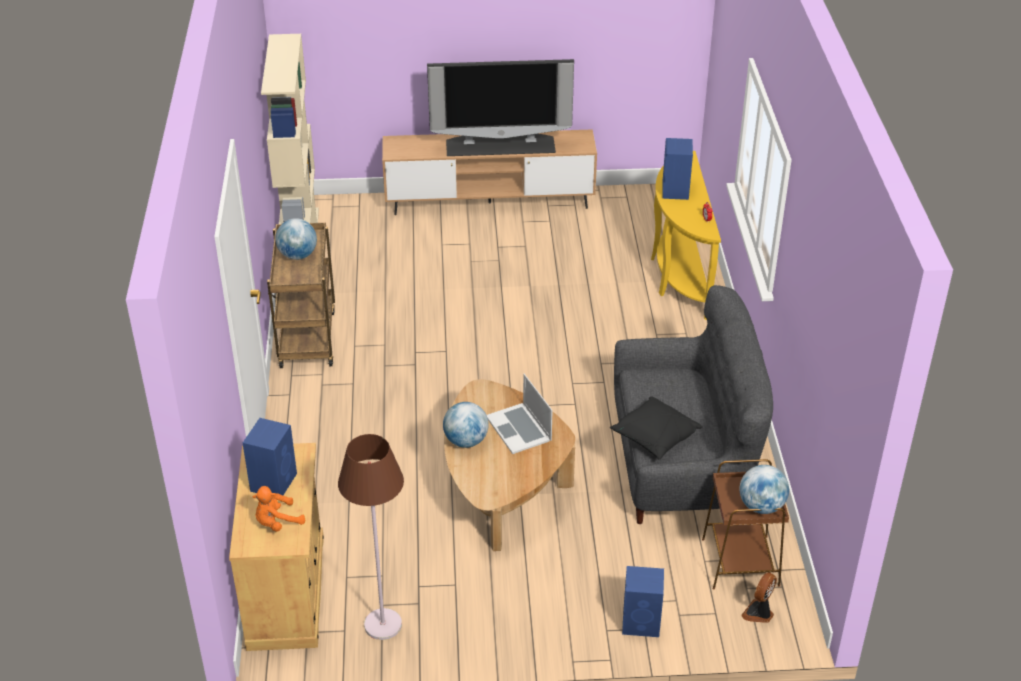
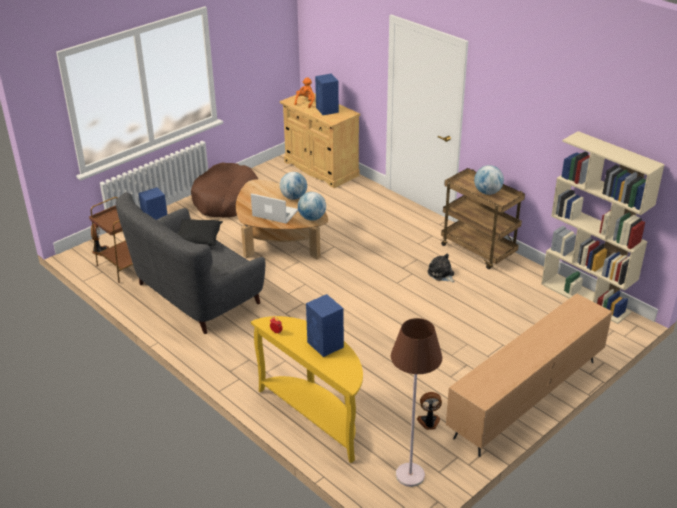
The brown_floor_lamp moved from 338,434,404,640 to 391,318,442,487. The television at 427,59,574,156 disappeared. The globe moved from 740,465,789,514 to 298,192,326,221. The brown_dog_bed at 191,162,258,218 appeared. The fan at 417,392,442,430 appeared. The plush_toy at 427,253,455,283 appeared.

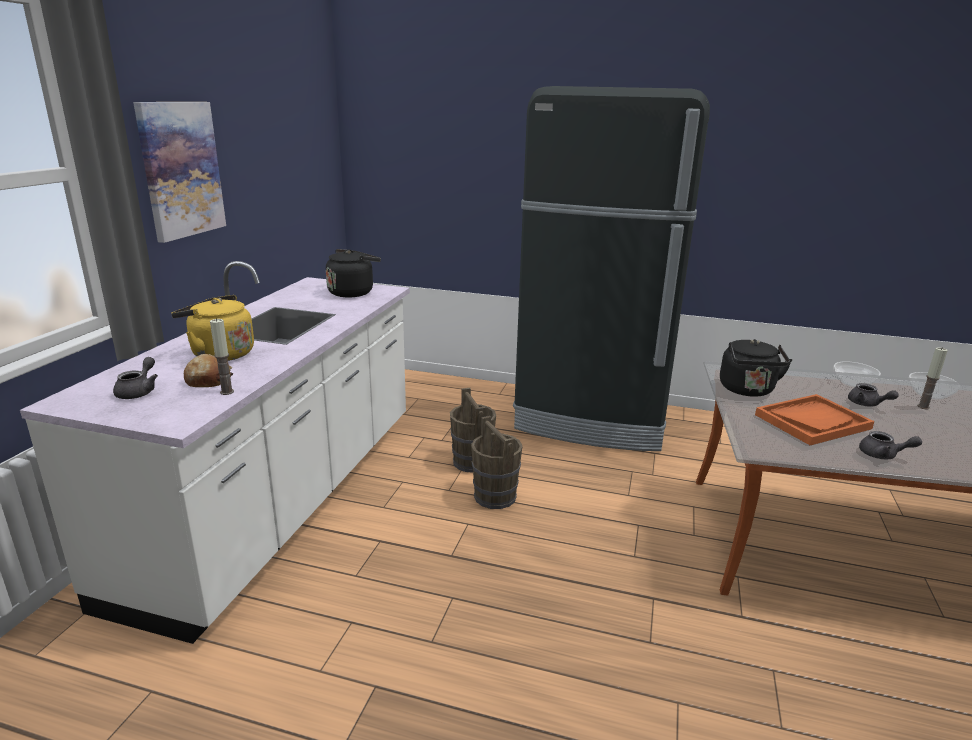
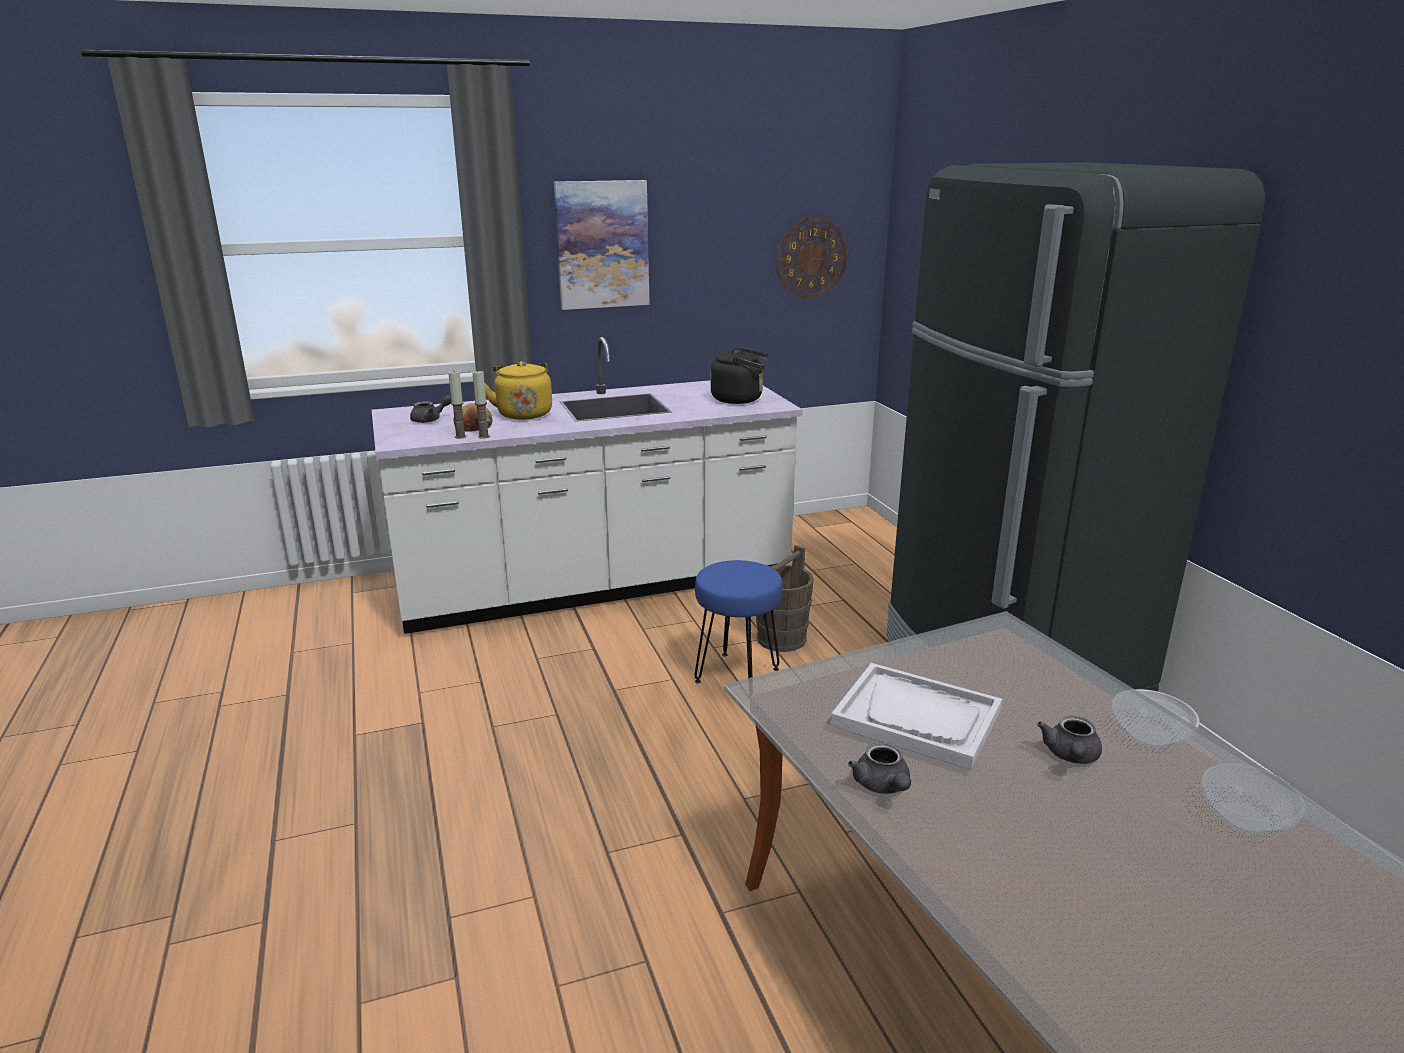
The brown_bucket at 471,416,523,509 was replaced by the blue_stool at 694,560,783,683. The black_kettle at 720,339,792,397 disappeared. The orange_tray at 755,394,875,445 became the white_tray at 831,663,1002,769. The candle moved from 917,347,948,409 to 473,370,490,439. The wall_clock at 776,217,848,298 appeared.

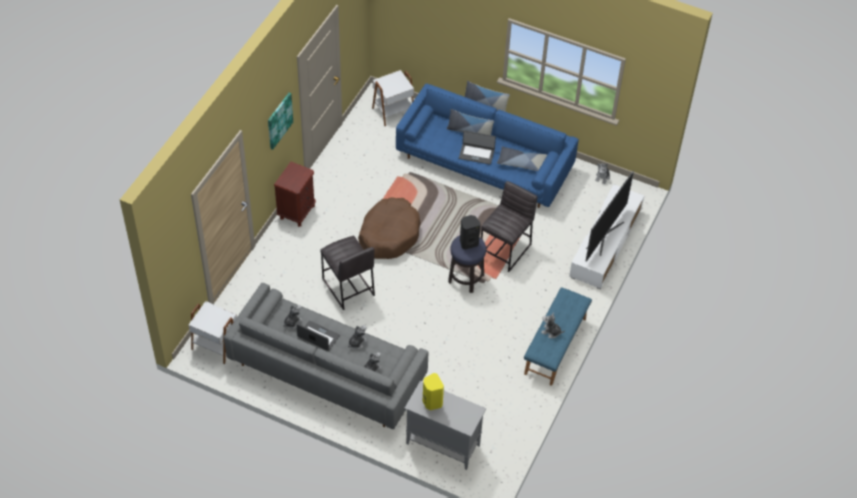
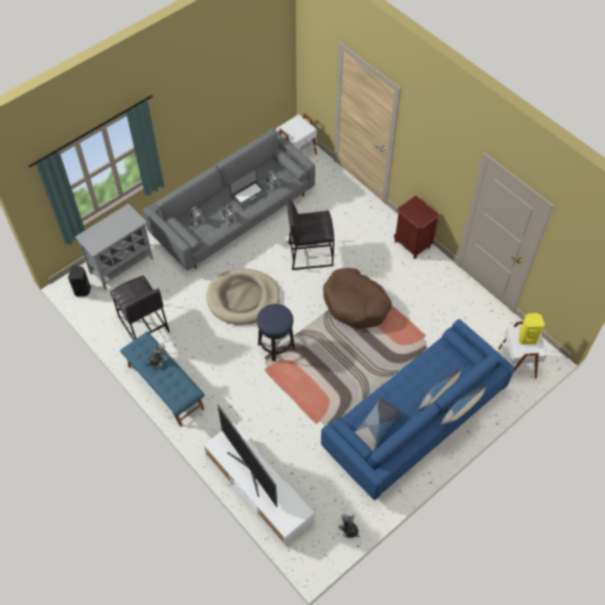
The picture at 268,93,293,150 disappeared. The yellow_speaker moved from 423,373,444,410 to 519,313,545,344. The laptop at 459,131,496,165 disappeared. The black_speaker moved from 460,215,481,250 to 68,265,91,297. The grey_stool moved from 481,181,537,272 to 110,275,170,341. The beige_dog_bed at 206,269,280,325 appeared.

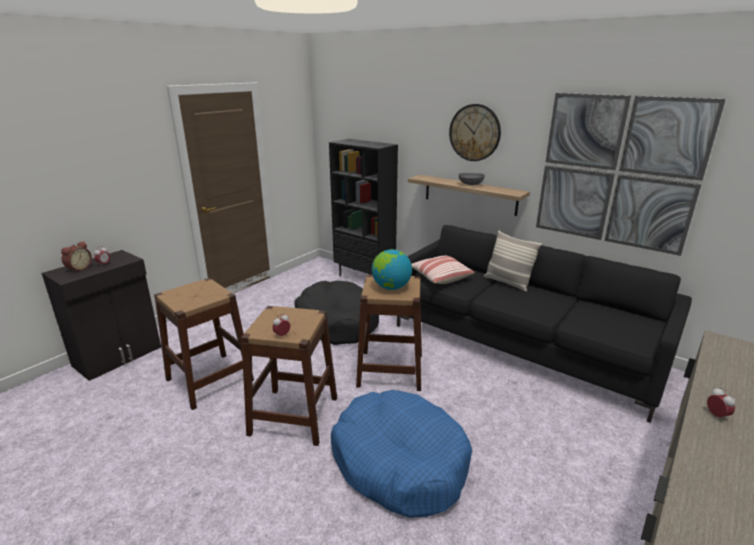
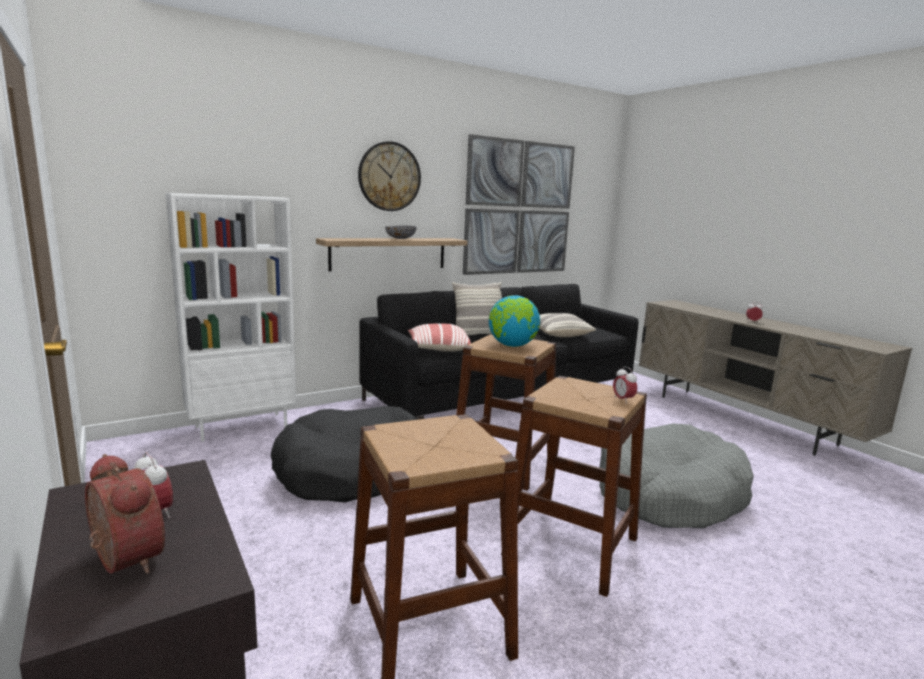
The black_bookcase at 329,139,398,276 became the white_bookcase at 166,193,296,442. The blue_dog_bed at 331,390,472,518 became the grey_dog_bed at 599,423,754,528. The pillow at 539,313,596,337 appeared.

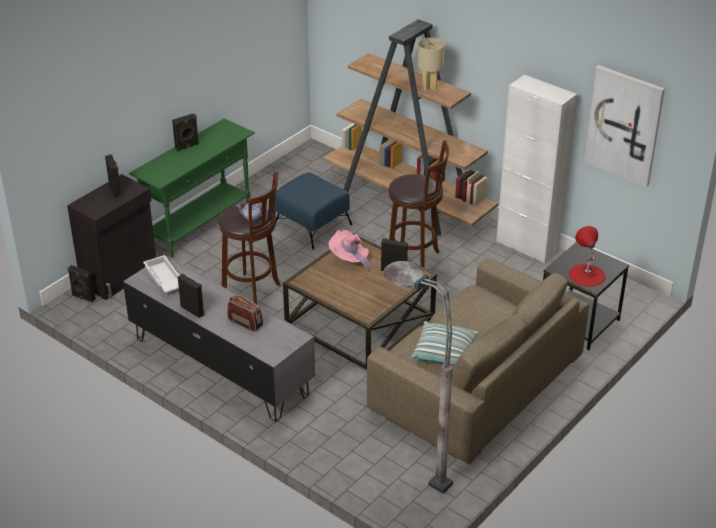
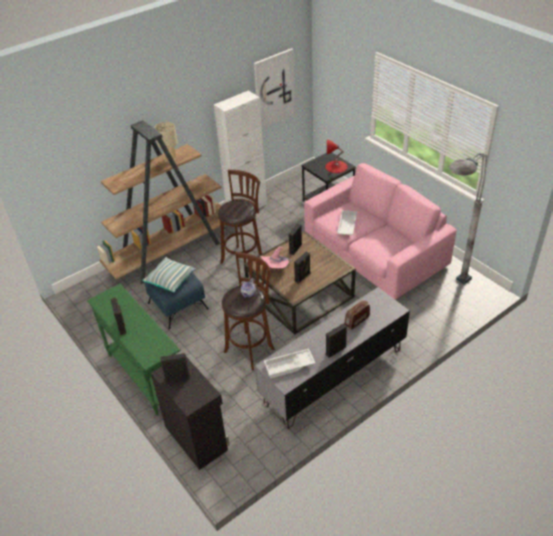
The black_speaker moved from 67,265,96,303 to 294,252,310,284. The brown_sofa at 367,258,589,464 became the pink_sofa at 304,163,456,300. The pillow moved from 412,321,479,365 to 142,257,196,292. The white_tray at 337,210,357,235 appeared.

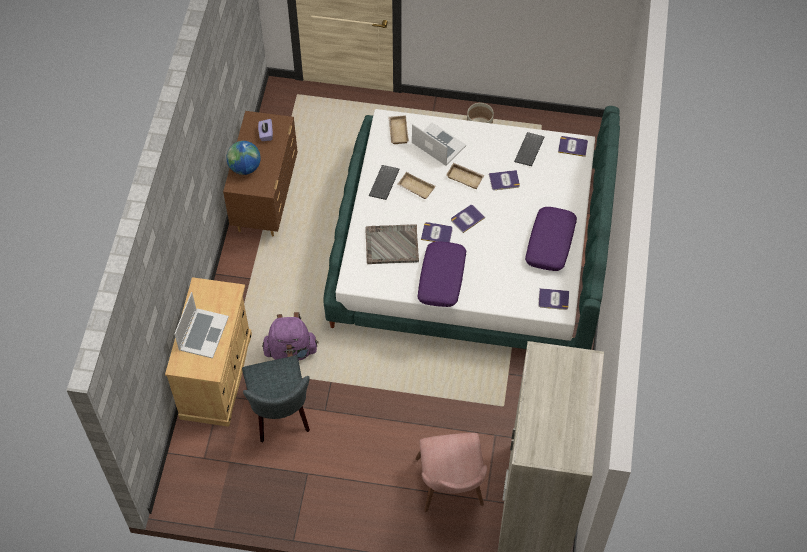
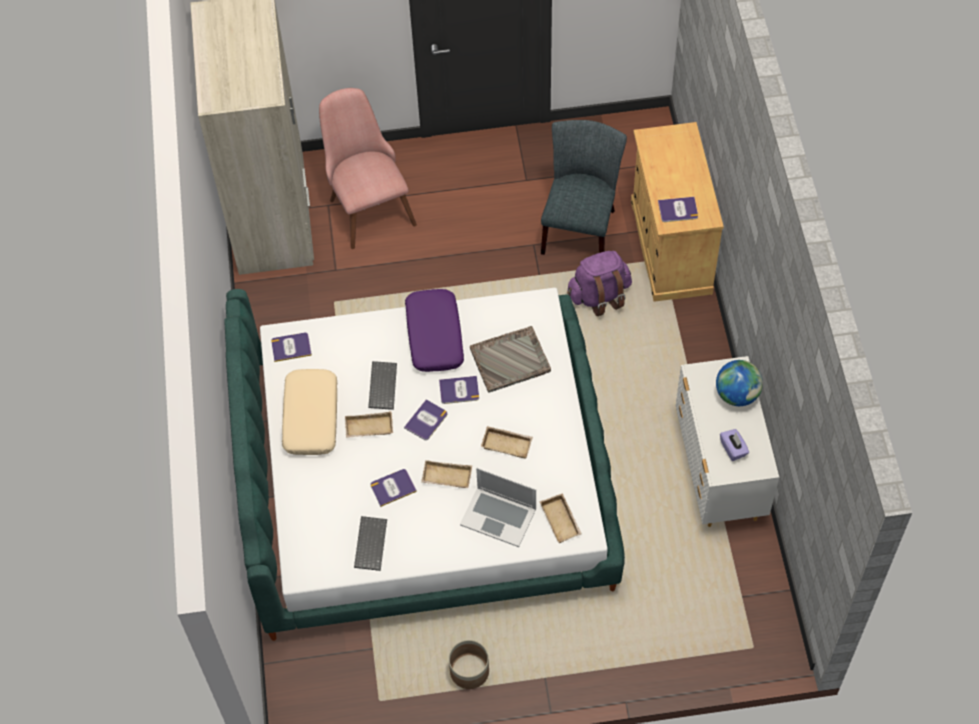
The laptop at 174,292,229,358 disappeared. The brown_dresser at 223,111,298,236 became the white_dresser at 675,356,779,527. The grey_chair at 242,356,310,442 turned 45 degrees clockwise. The keyboard moved from 369,165,400,200 to 368,361,397,410. The purple_pillow at 525,207,577,271 became the beige_pillow at 282,369,337,455. The book moved from 558,136,588,157 to 658,197,698,222. The beige_tray at 345,411,393,438 appeared.

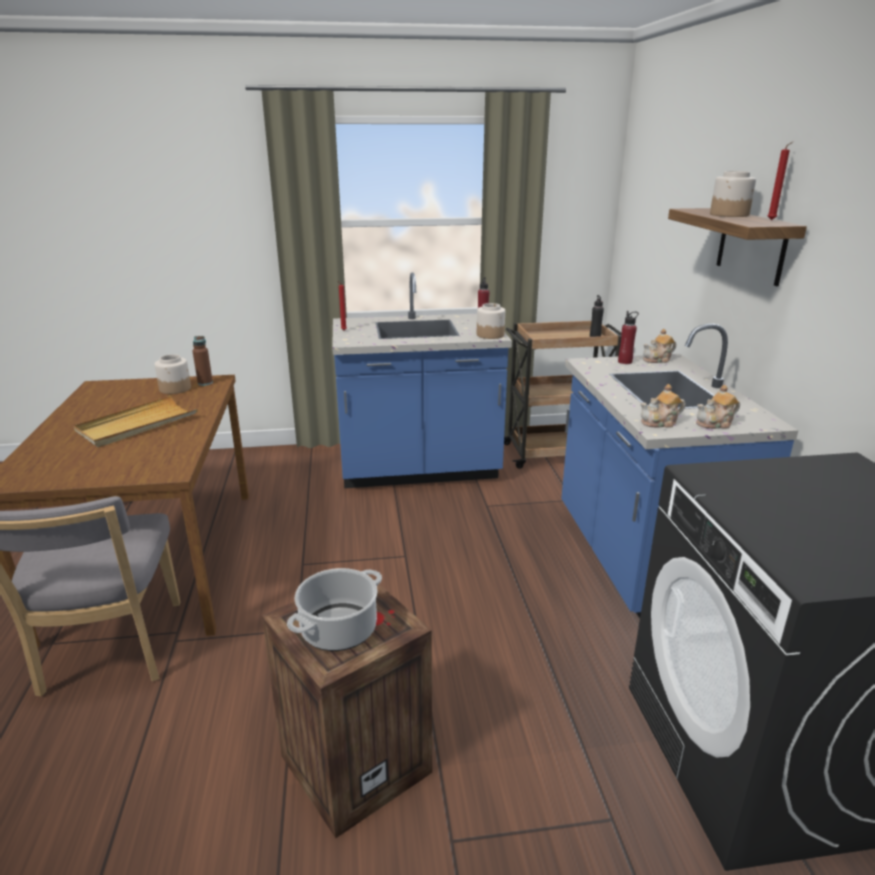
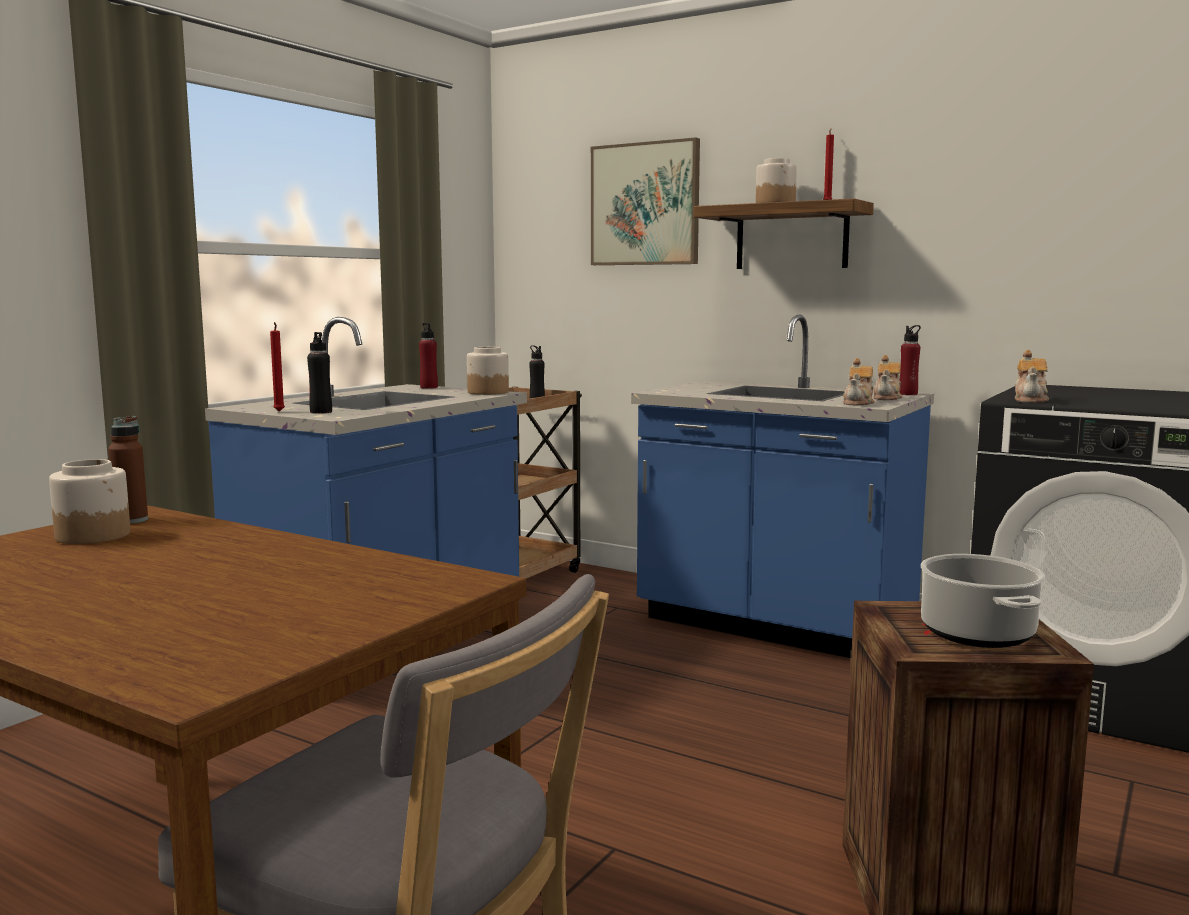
The beige_tray at 73,395,198,447 disappeared. The red_bottle moved from 618,311,639,364 to 899,325,921,395. The teapot moved from 643,329,676,363 to 1015,350,1049,403. The black_bottle at 307,332,332,414 appeared. The picture at 591,137,700,265 appeared.

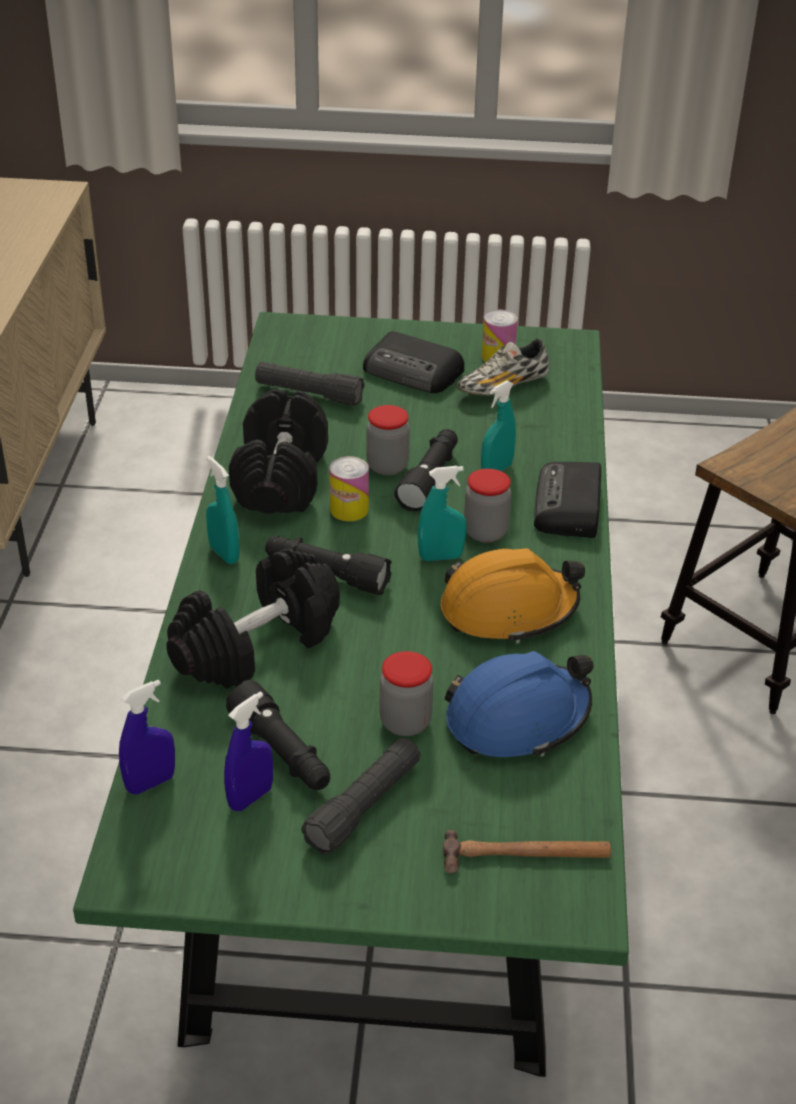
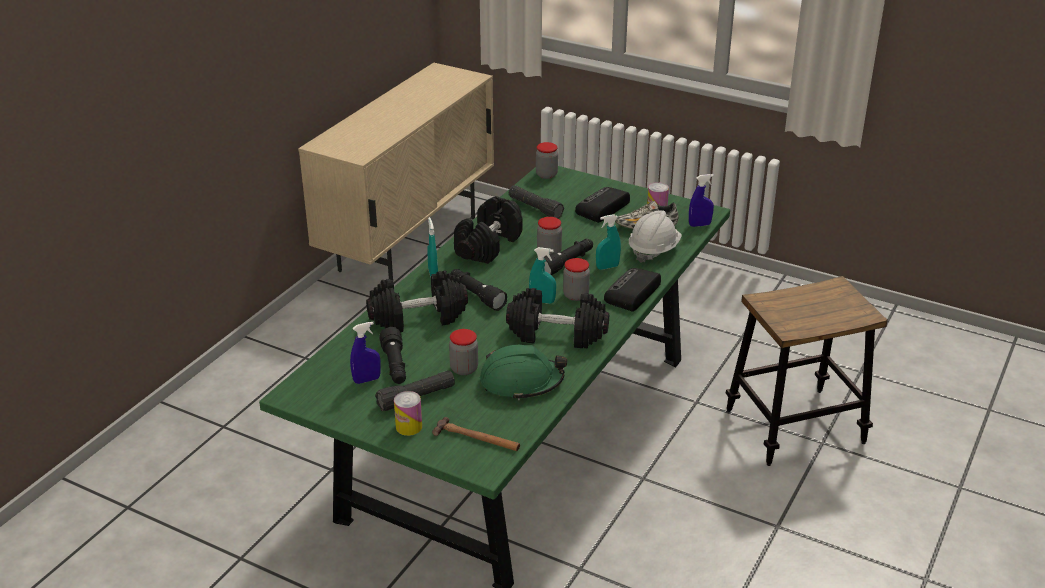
The blue_spray_bottle moved from 119,680,175,794 to 689,174,714,227. The can moved from 329,456,369,521 to 394,391,422,436. The radio at 363,331,464,393 turned 75 degrees clockwise. The orange_hard_hat at 440,548,585,644 was replaced by the black_dumbbell at 506,288,609,348. The blue_hard_hat at 444,651,594,757 became the green_hard_hat at 480,345,567,401. The jar at 536,142,558,179 appeared. The white_hard_hat at 629,210,682,263 appeared.

